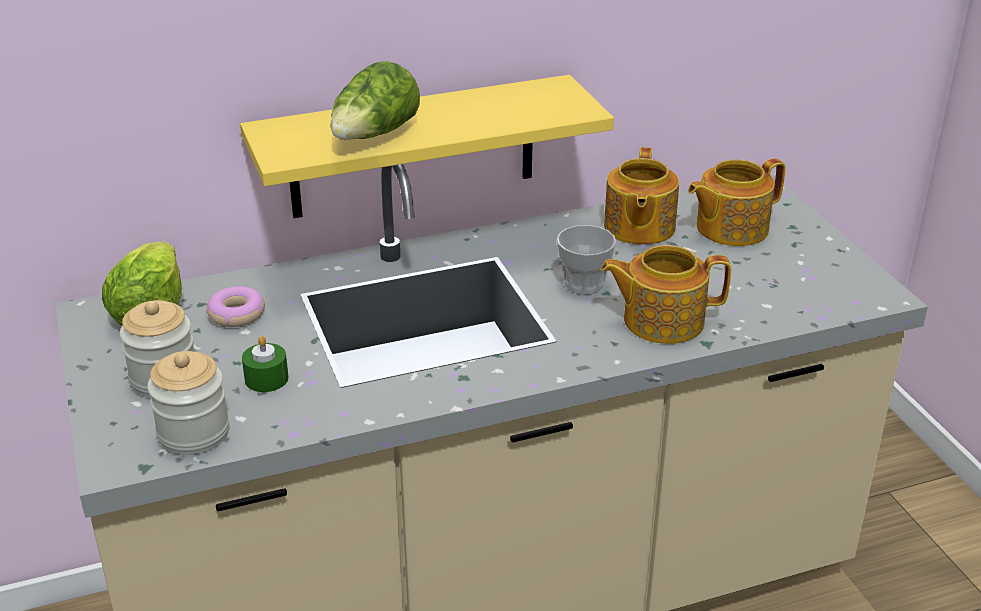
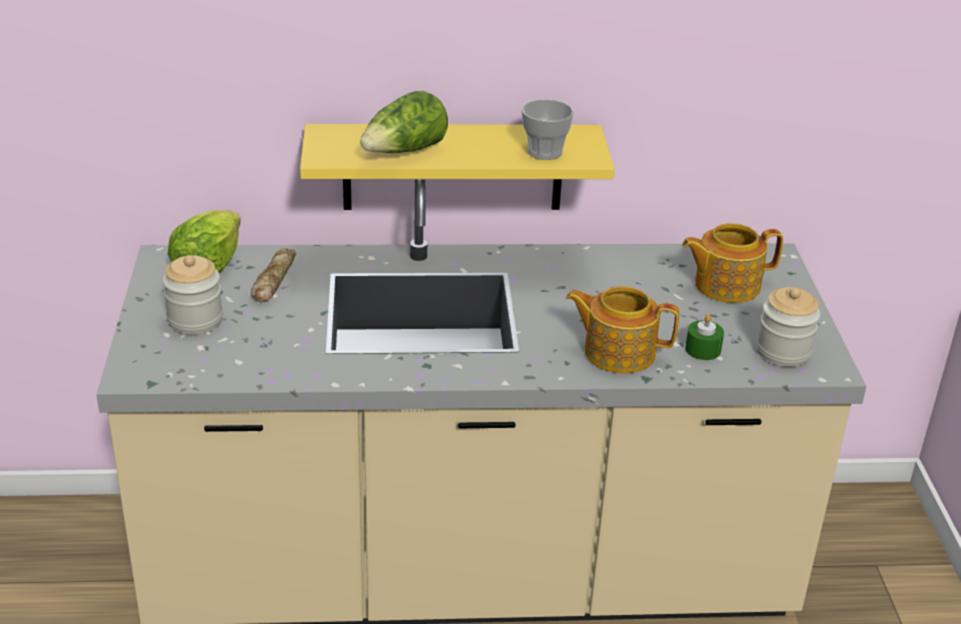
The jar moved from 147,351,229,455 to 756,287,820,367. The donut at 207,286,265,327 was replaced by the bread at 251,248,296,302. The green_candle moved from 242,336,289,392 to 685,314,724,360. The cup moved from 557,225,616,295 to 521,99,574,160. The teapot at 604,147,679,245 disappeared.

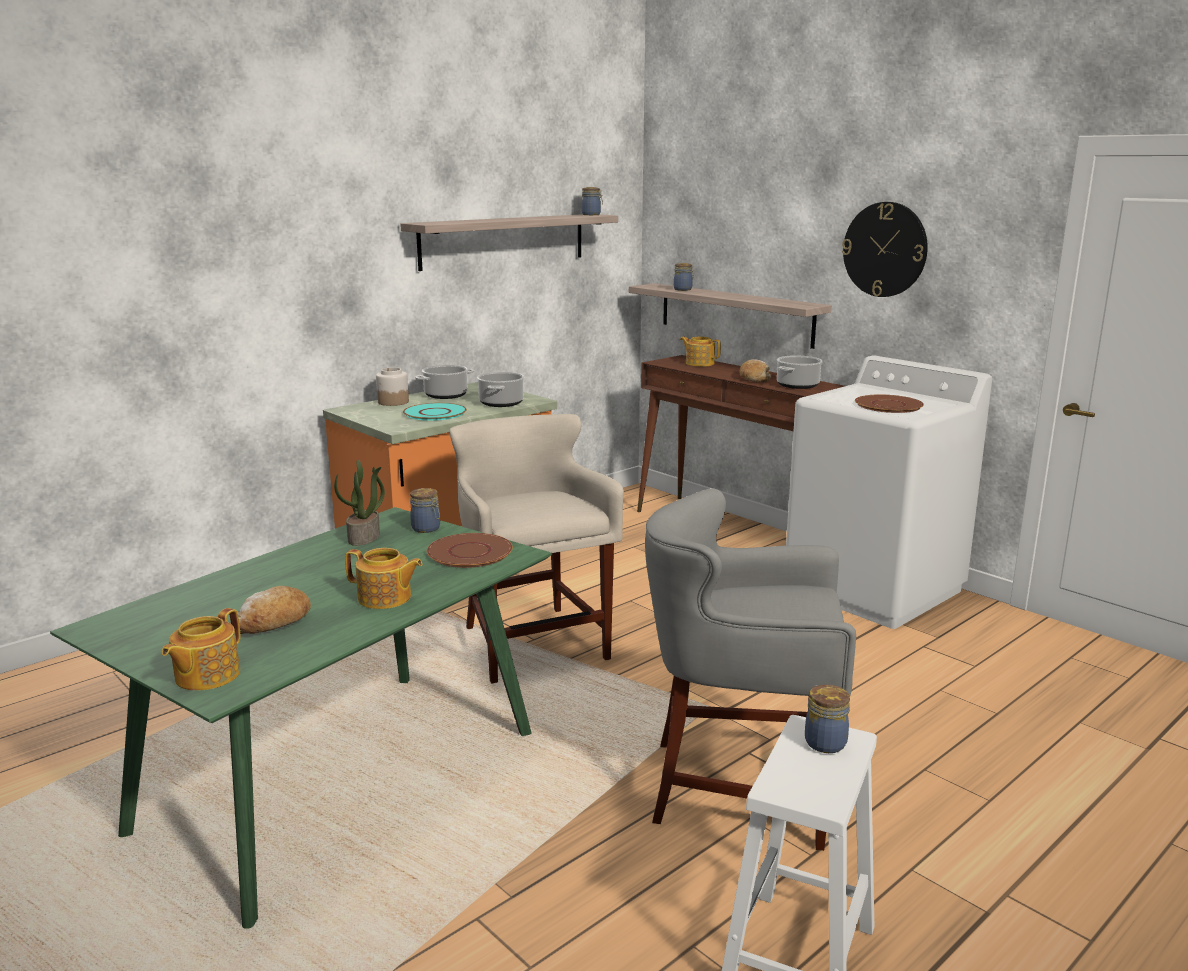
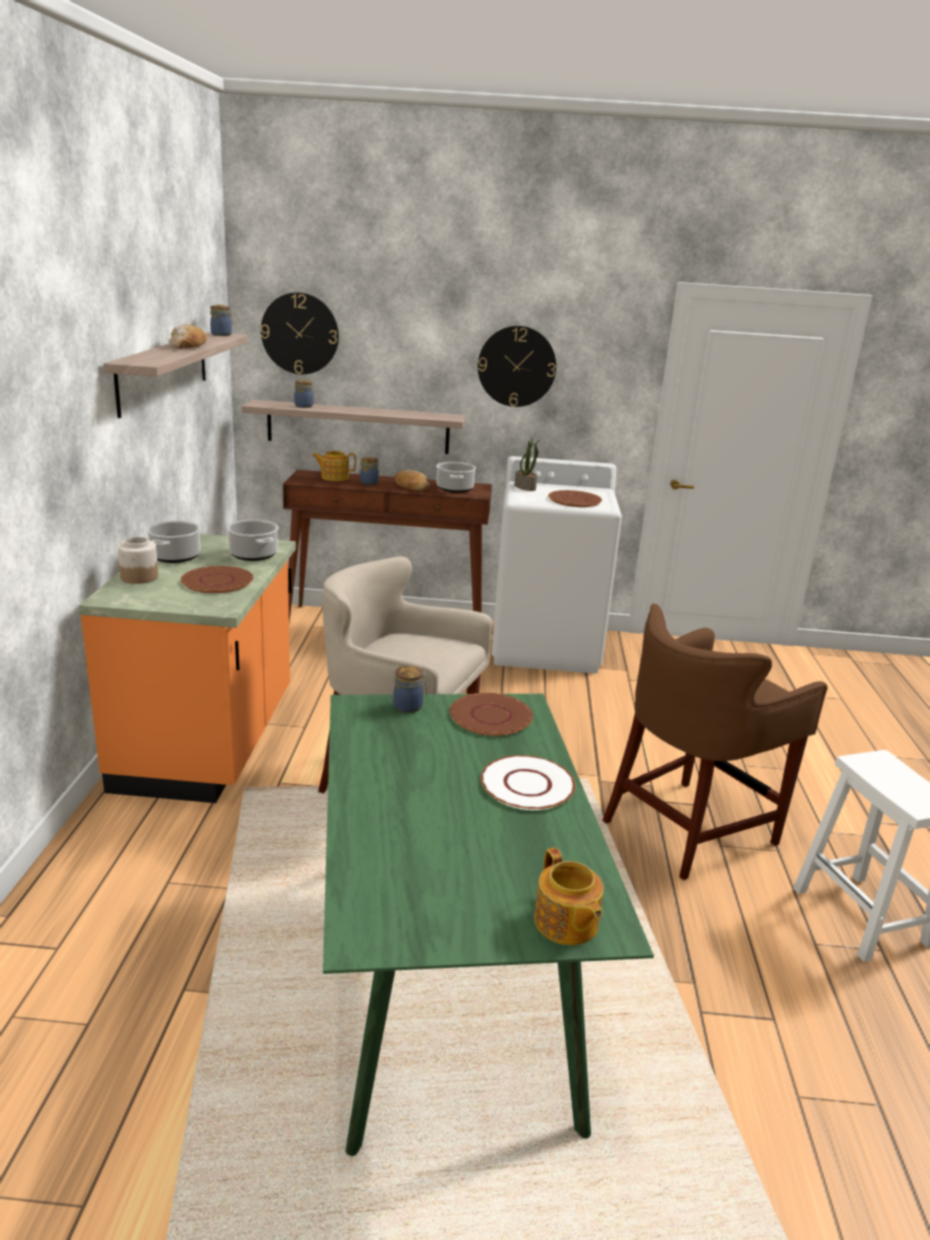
The bread moved from 230,586,311,634 to 169,324,207,348. The potted_plant moved from 334,460,385,546 to 515,436,539,491. The teapot at 345,548,422,609 was replaced by the white_plate at 481,755,575,810. The turquoise_plate at 403,403,467,421 became the brown_plate at 181,566,254,593. The grey_stool at 645,488,856,851 became the brown_stool at 602,604,828,880. The jar moved from 805,684,850,753 to 359,457,379,485. The wall_clock at 261,292,339,374 appeared.

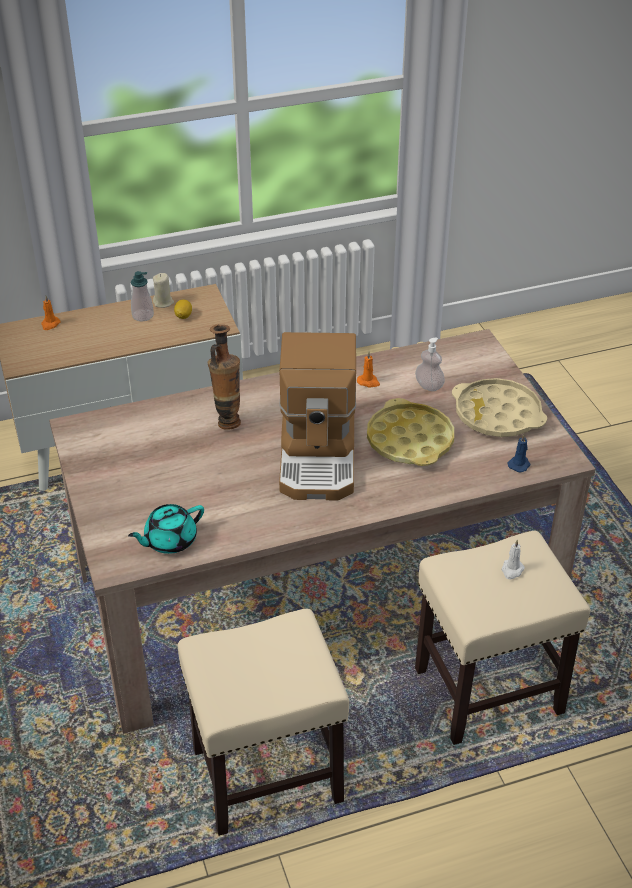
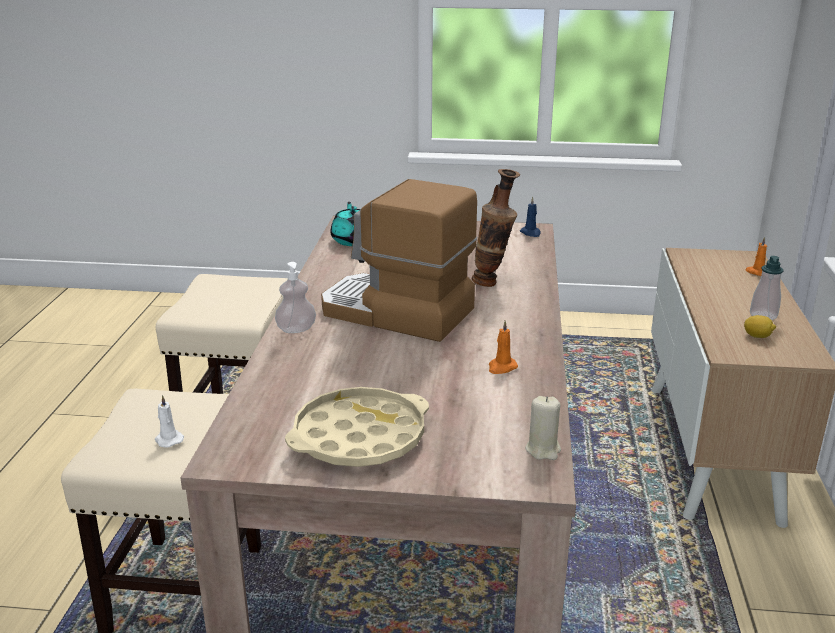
The beige_candle moved from 153,273,174,308 to 525,396,561,460. The yellow_tray at 367,398,454,466 disappeared. The soap_dispenser moved from 415,338,445,391 to 275,262,316,333. The blue_candle moved from 508,434,531,473 to 520,197,541,237.

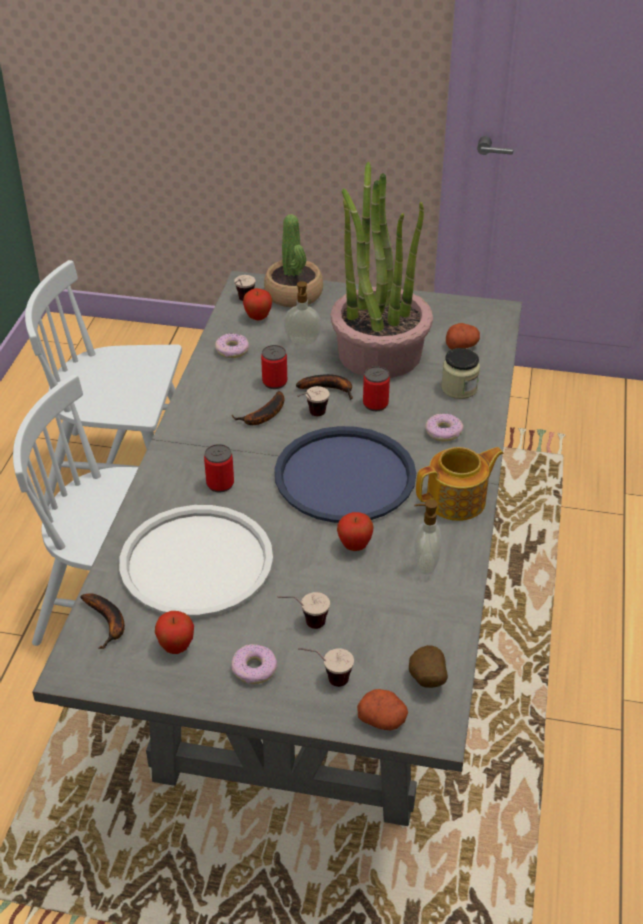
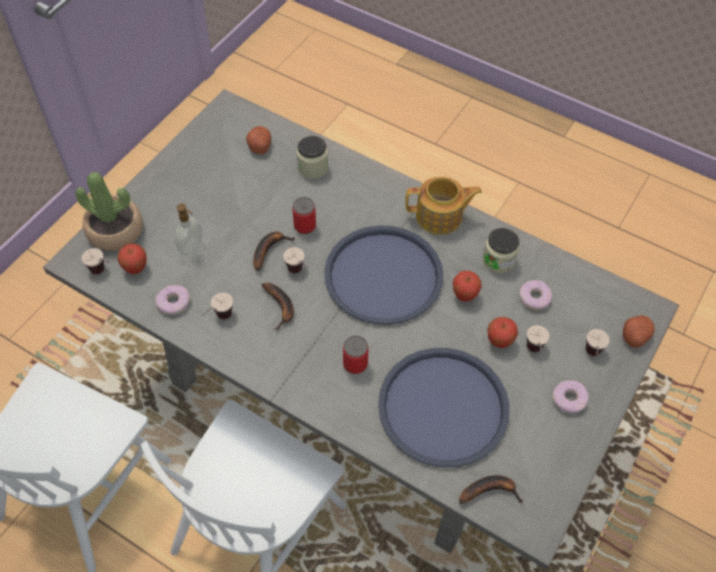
The white_tray at 119,505,273,617 became the blue_tray at 378,348,510,467. The apple moved from 155,611,194,654 to 487,317,518,348. The can at 261,345,287,389 disappeared. The potted_plant at 331,162,433,378 disappeared. The potato at 409,645,448,688 disappeared. The soap_dispenser at 414,499,442,575 was replaced by the jar at 483,228,519,273. The teapot at 416,447,504,521 turned 90 degrees clockwise. The donut moved from 425,414,463,441 to 520,280,552,310. The cup at 202,293,233,319 appeared.

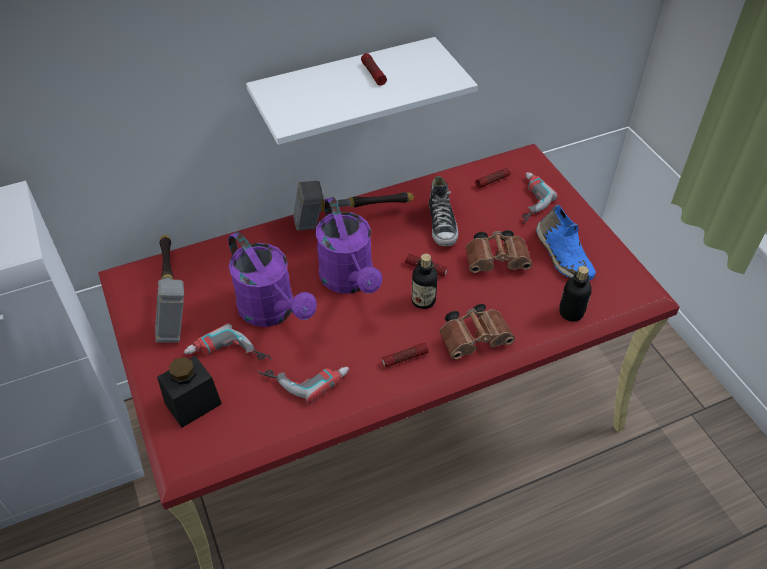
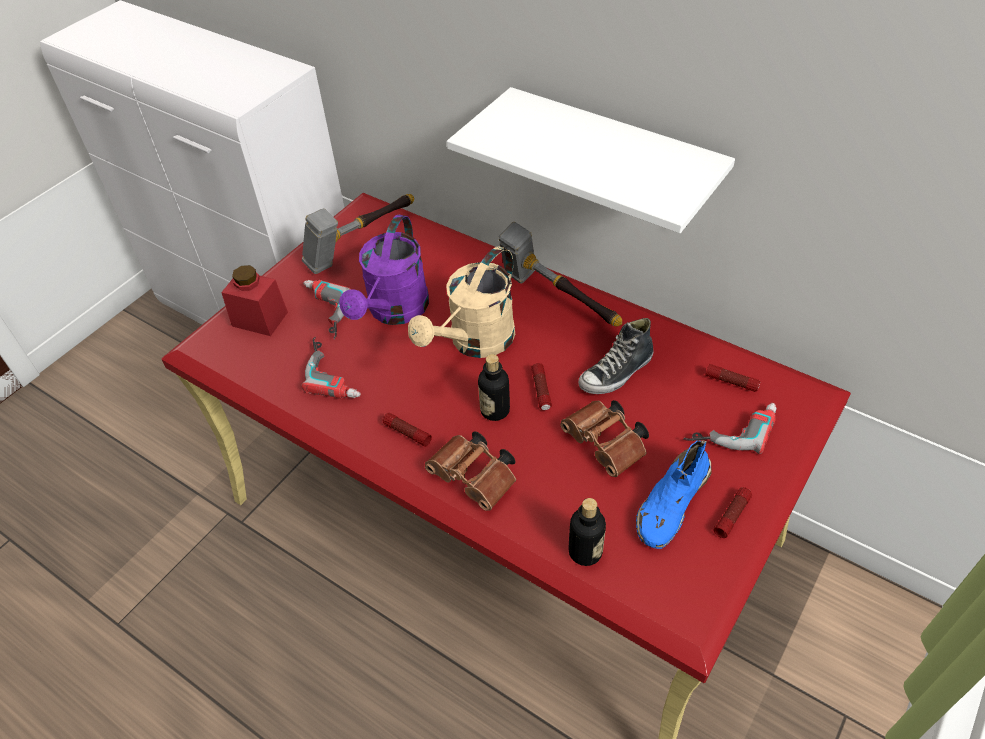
The black_jar at 157,356,222,428 became the red_jar at 221,265,288,336. The purple_watering_can at 315,197,382,294 became the beige_watering_can at 408,246,515,358. The flashlight moved from 361,53,387,86 to 714,487,752,538.

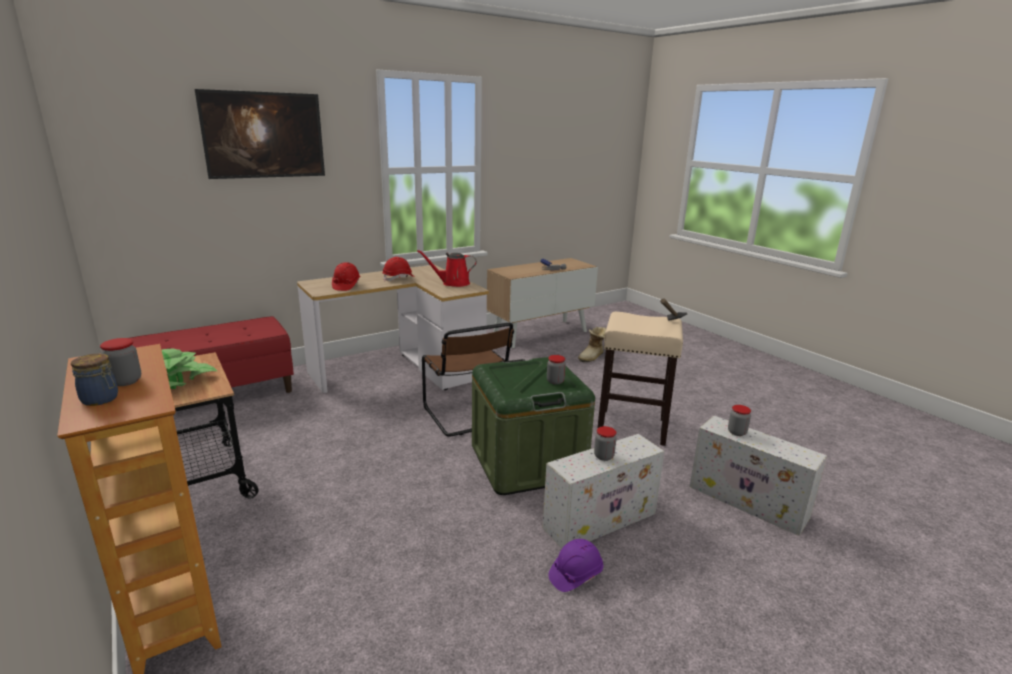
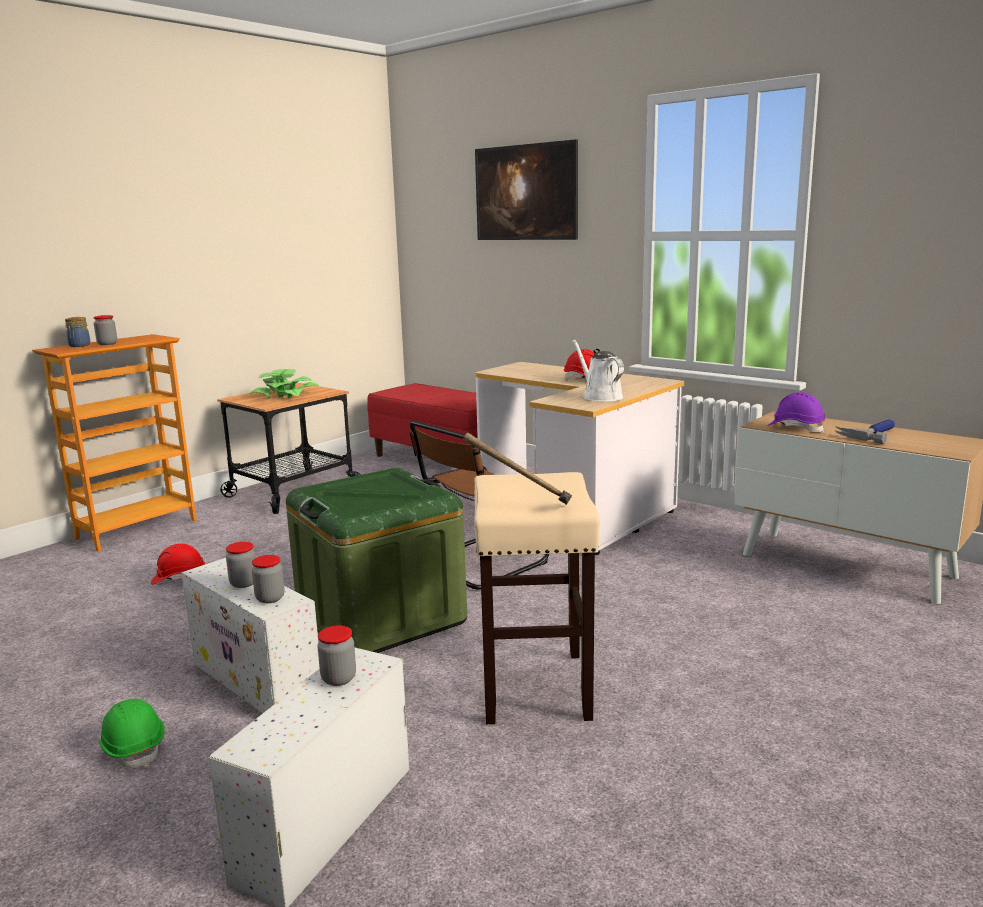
The red_hard_hat moved from 332,262,361,291 to 151,544,205,585. The red_watering_can at 417,250,477,287 became the white_watering_can at 572,339,624,401. The jar moved from 547,355,566,385 to 252,555,284,603. The purple_hard_hat moved from 548,539,603,592 to 767,392,825,432. The boot at 578,327,606,362 disappeared. The green_hard_hat at 98,699,164,768 appeared.

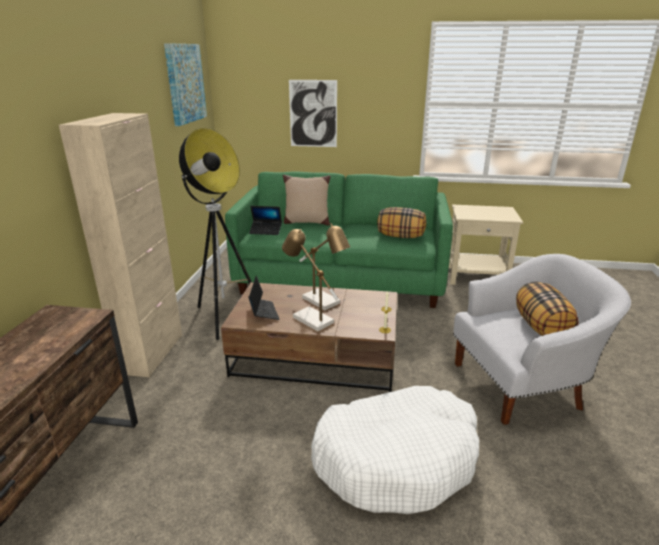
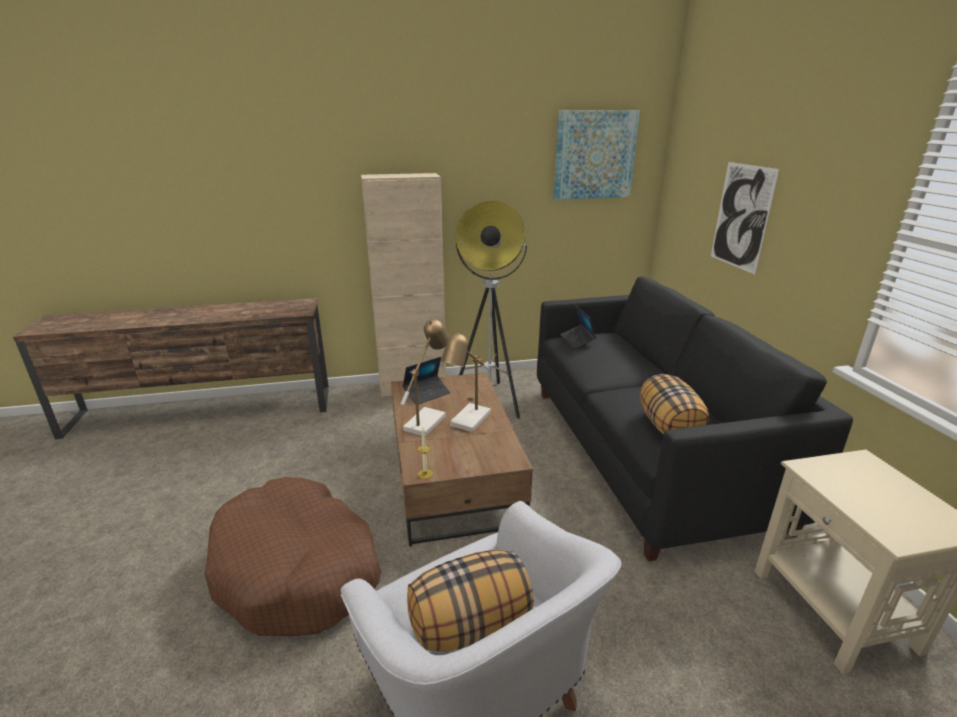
The green_sofa at 225,172,453,308 became the black_sofa at 537,276,853,562. The beige_pillow at 283,175,330,226 disappeared. The white_dog_bed at 311,386,479,514 became the brown_dog_bed at 205,477,381,637.

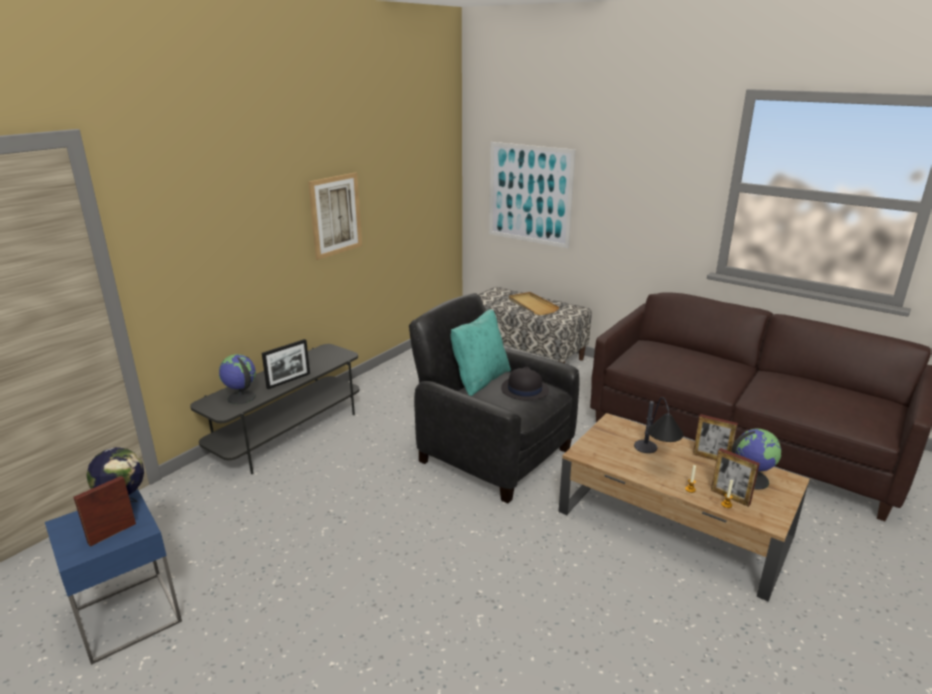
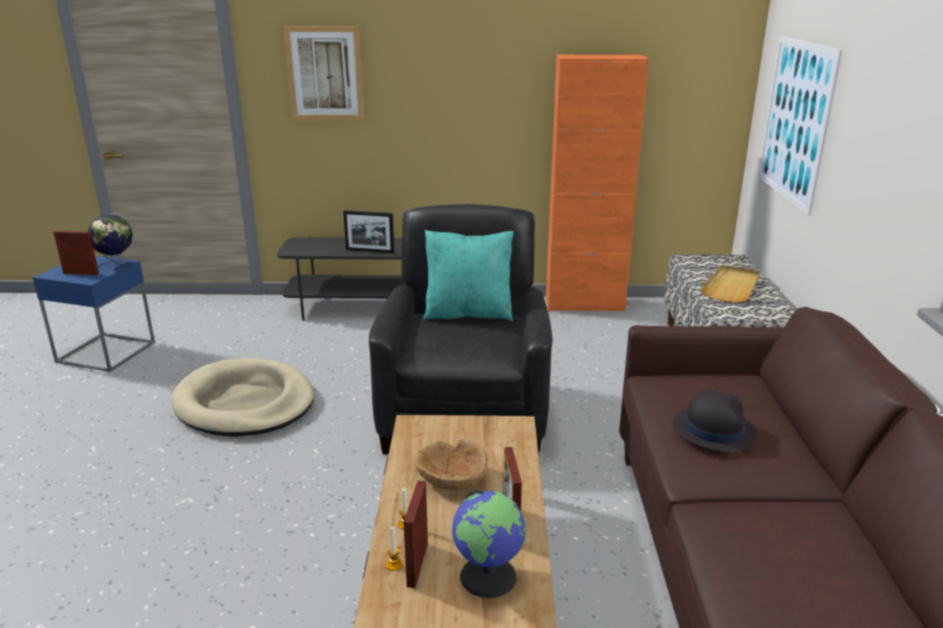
The globe at 219,354,256,404 disappeared. The picture moved from 308,172,362,260 to 283,26,364,120. The black_hat moved from 501,367,549,400 to 673,389,758,453. The table_lamp at 634,397,683,453 was replaced by the brown_bowl at 415,439,488,491. The beige_dog_bed at 172,359,314,437 appeared. The orange_cabinet at 546,55,649,312 appeared.

